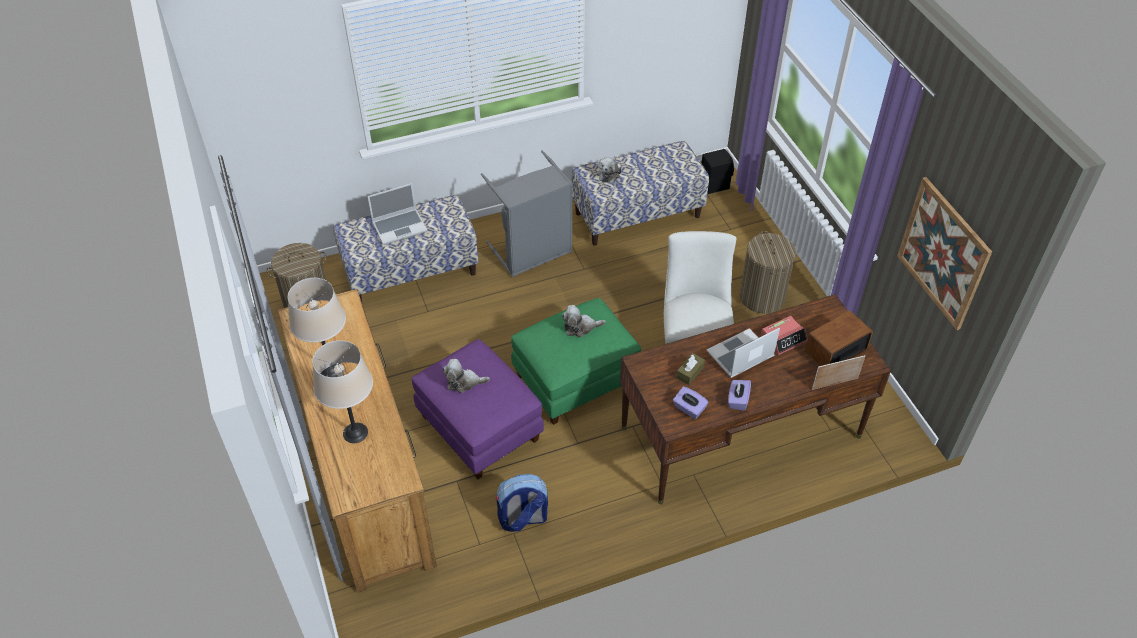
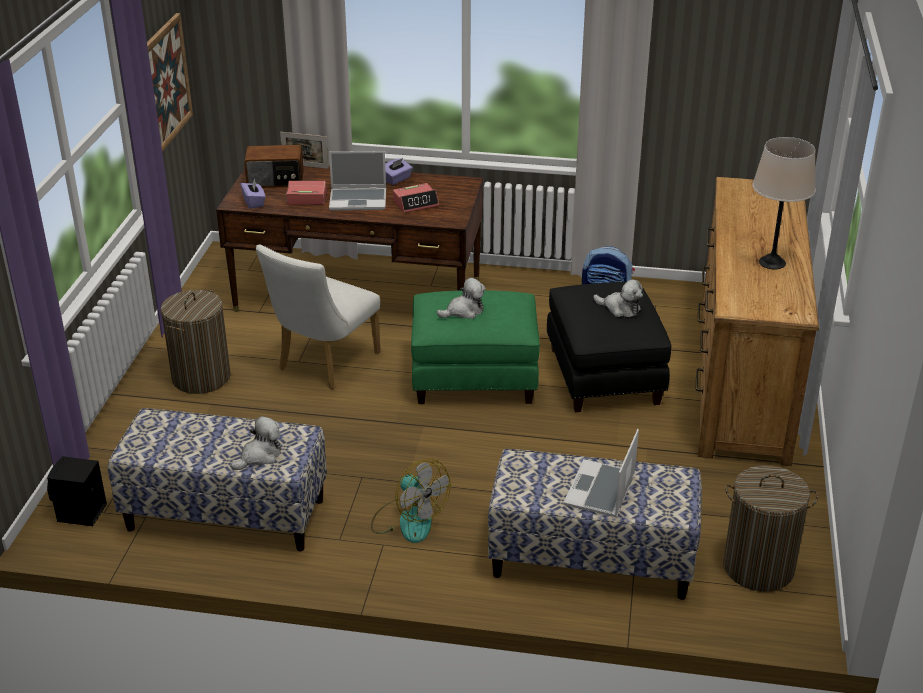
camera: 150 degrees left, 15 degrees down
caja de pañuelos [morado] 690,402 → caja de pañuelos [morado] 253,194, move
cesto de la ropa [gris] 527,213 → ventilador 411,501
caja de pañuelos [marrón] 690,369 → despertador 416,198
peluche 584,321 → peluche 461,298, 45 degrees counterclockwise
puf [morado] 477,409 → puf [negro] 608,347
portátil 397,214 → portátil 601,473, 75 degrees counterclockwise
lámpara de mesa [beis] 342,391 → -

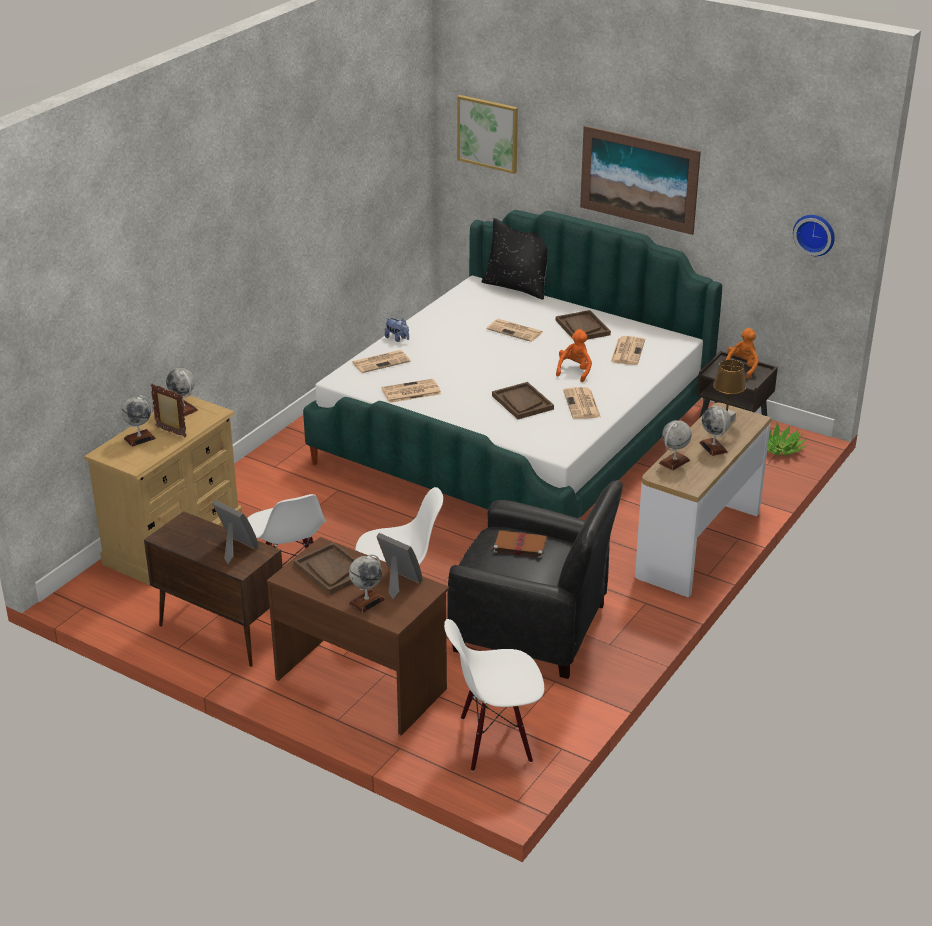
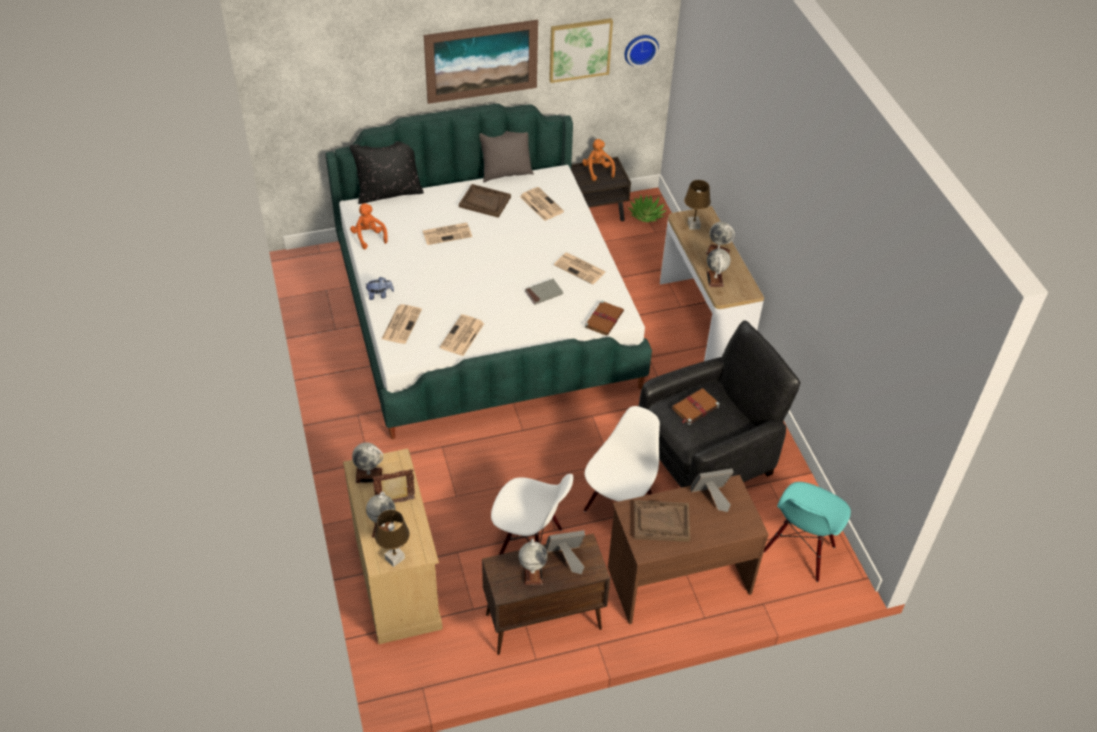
camera: 50 degrees left, 15 degrees up
peluche [naranja] 574,355 → peluche [naranja] 369,226, move
- → lámpara de mesa [marrón] 392,538
- → cojín [gris] 506,156
globo terráqueo 367,583 → globo terráqueo 533,562, move
bandeja [marrón] 523,400 → libro [gris] 544,292
cuadro 487,134 → cuadro 581,50, move
- → libro [marrón] 604,318
silla [blanco] 494,695 → silla [turquesa] 807,532

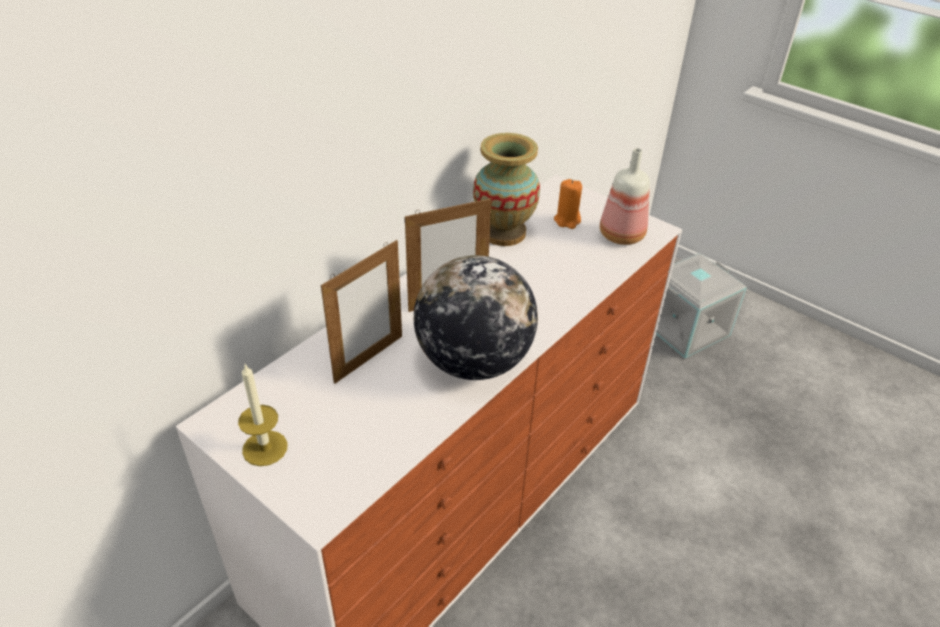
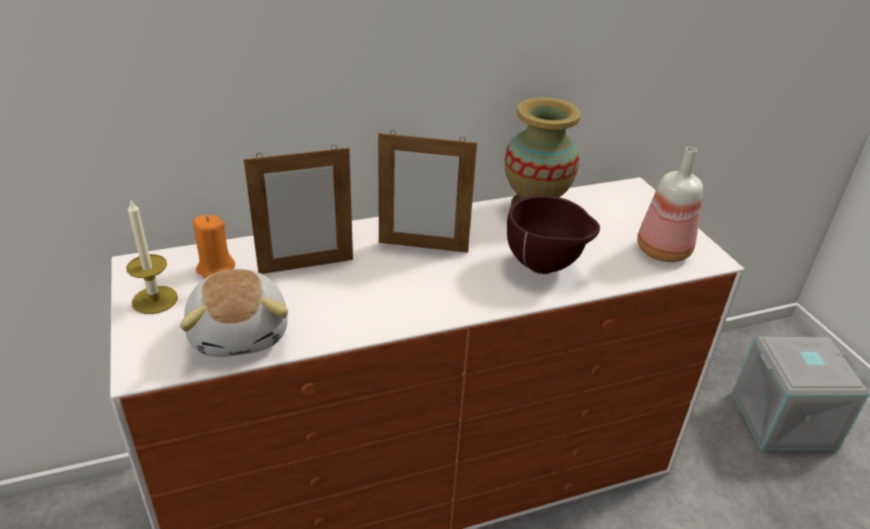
camera: 30 degrees right, 5 degrees down
- → peluche 234,313
vela [naranja] 568,204 → vela [naranja] 214,247, move
- → cuenco [marrón] 553,234
globo terráqueo 476,317 → -

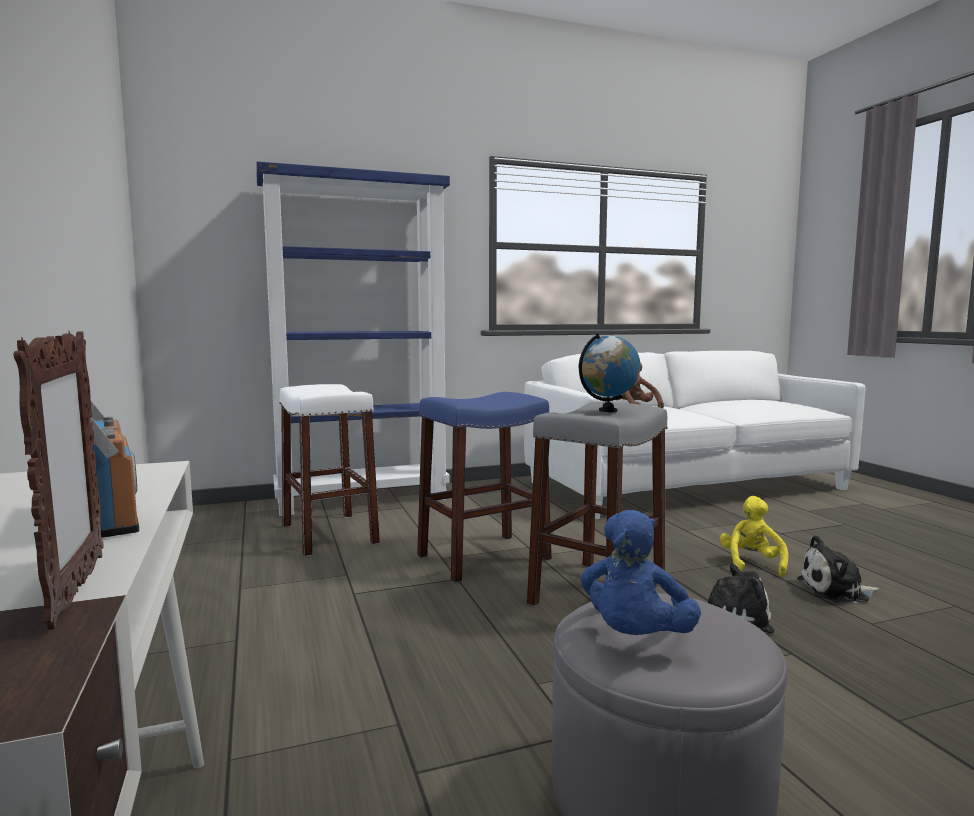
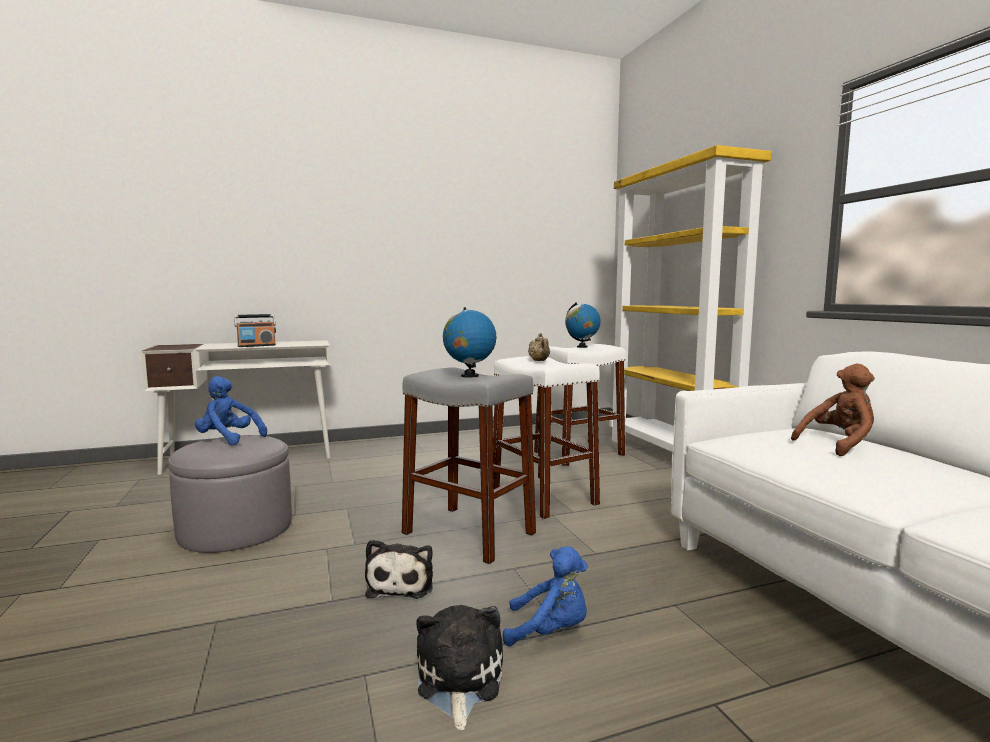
camera: 90 degrees right, 0 degrees up
taburete [azul] 484,487 → taburete [blanco] 546,437
peluche [amarillo] 754,536 → peluche [azul] 545,596
- → tetera [beis] 539,347
- → globo terráqueo 583,325
estantería [azul] 353,338 → estantería [amarillo] 690,298
portarretratos 59,480 → -

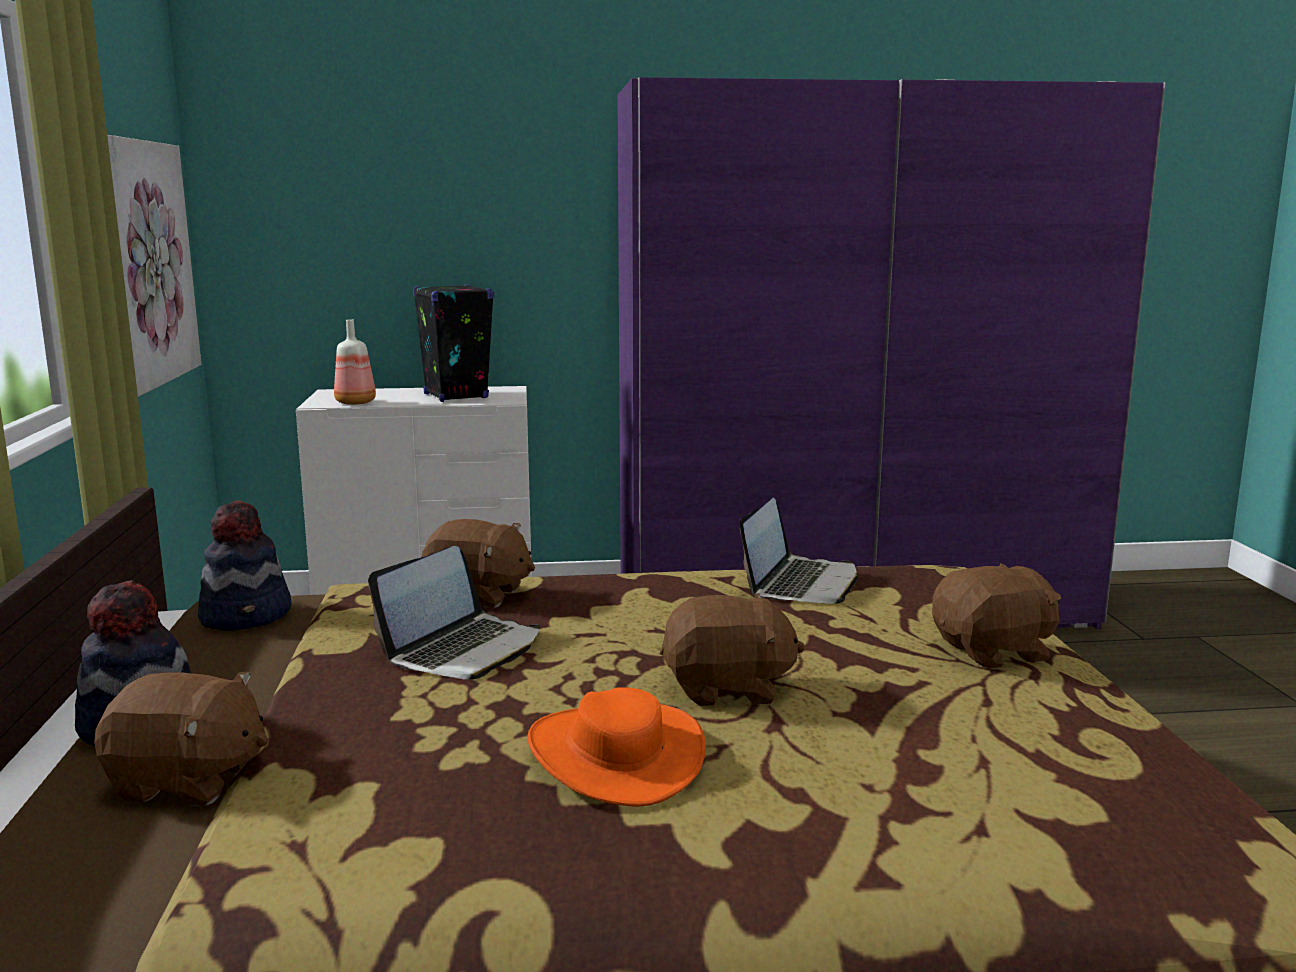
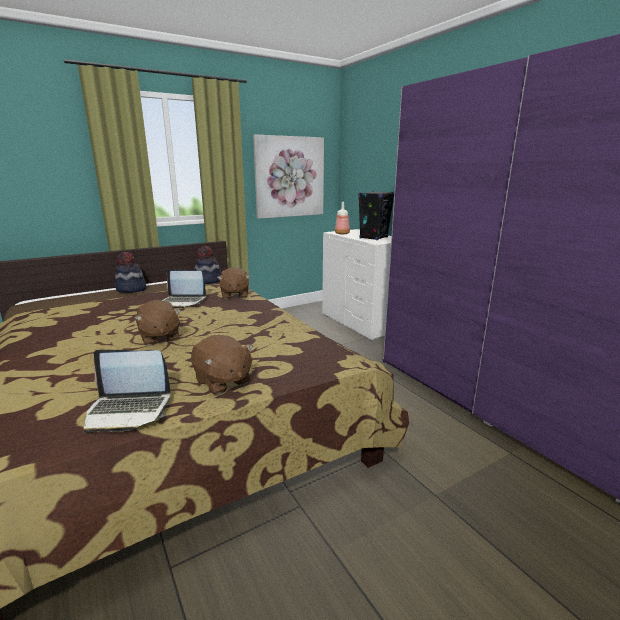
camera: 65 degrees right, 5 degrees up
portátil 798,551 → portátil 127,391, move
peluche [marrón] 181,738 → -
sombrero [naranja] 616,747 → -

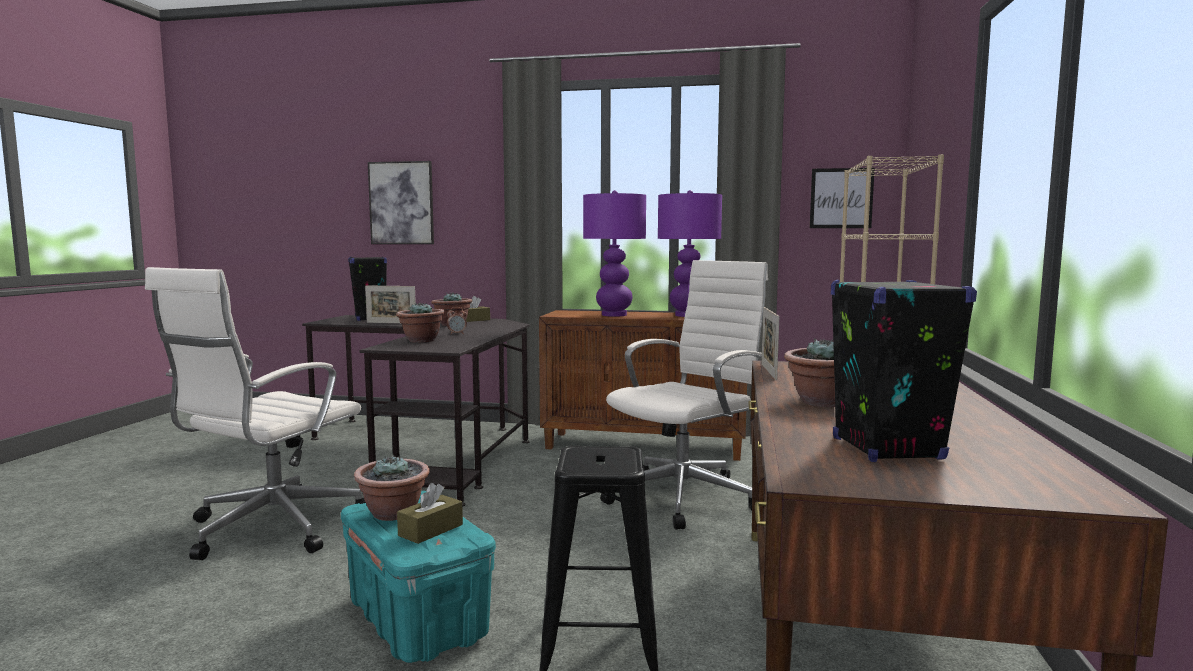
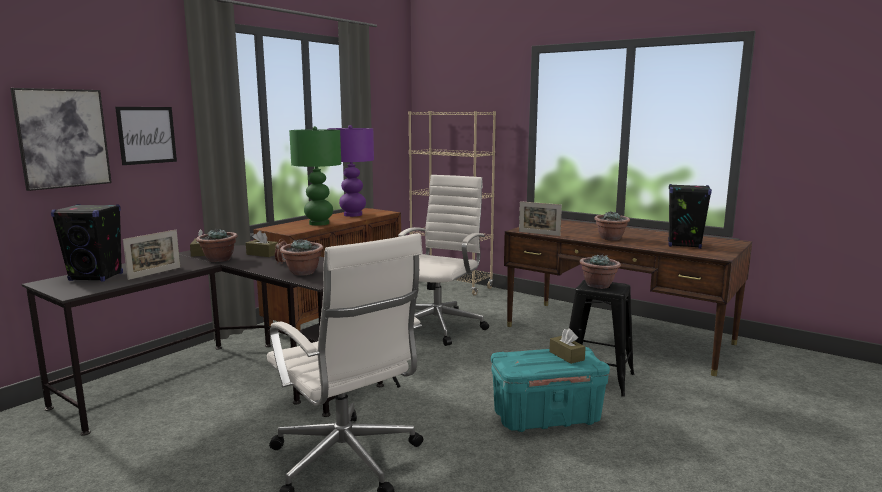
camera: 65 degrees left, 5 degrees up
cuadro 842,198 → cuadro 146,136, move
- → caja de pañuelos [marrón] 262,244
lámpara de mesa [morado] 614,253 → lámpara de mesa [verde] 315,176
silla de oficina [blanco] 684,395 → silla de oficina [blanco] 443,260, 45 degrees clockwise
planta en maceta 392,488 → planta en maceta 600,271, move

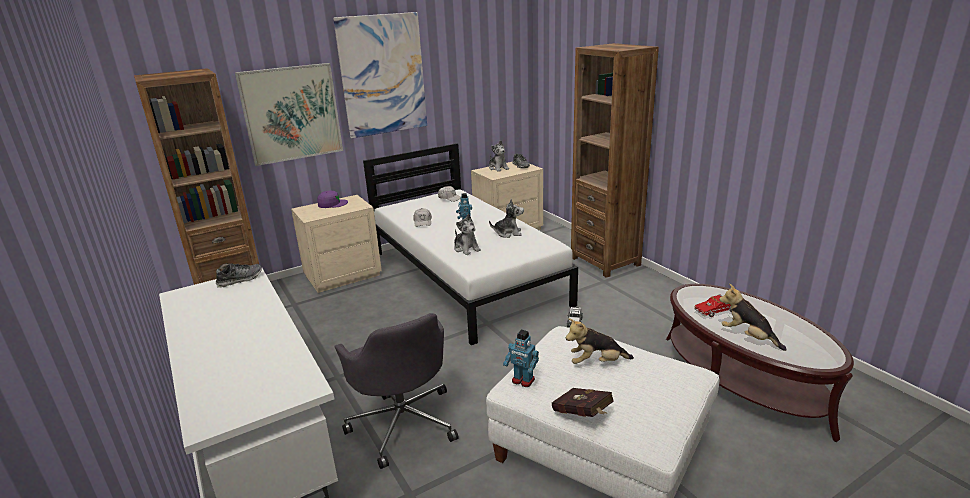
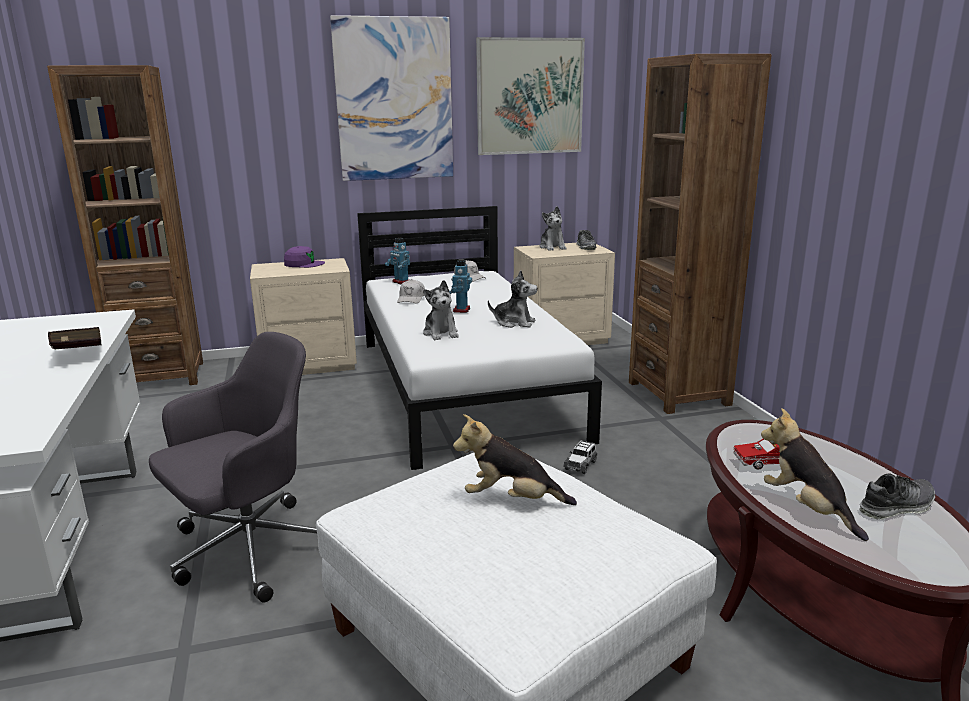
camera: 15 degrees right, 5 degrees down
libro [rojo] 583,402 → libro [rojo] 75,338, move
silla de oficina [gris] 396,391 → silla de oficina [gris] 233,467, 120 degrees counterclockwise
robot de juguete 521,358 → robot de juguete 397,261, move
cuadro 289,114 → cuadro 530,96, move
zapato 239,275 → zapato 897,496, move

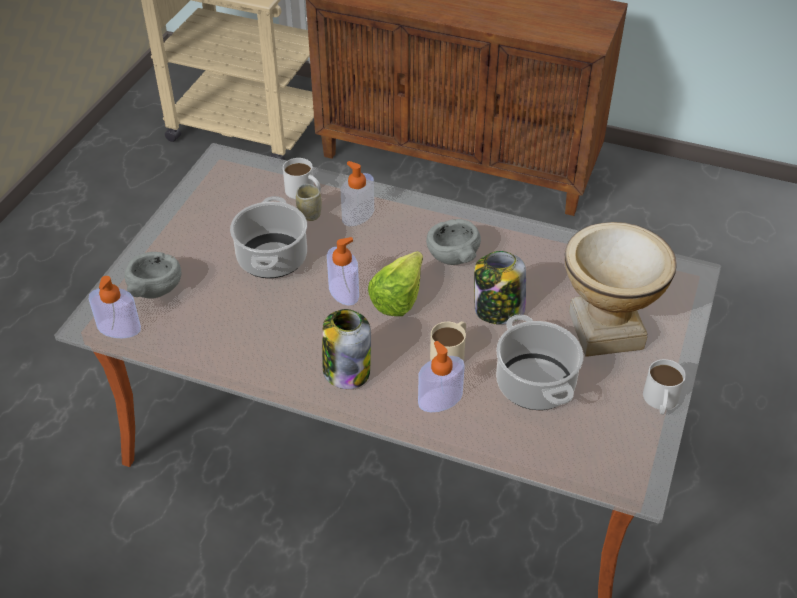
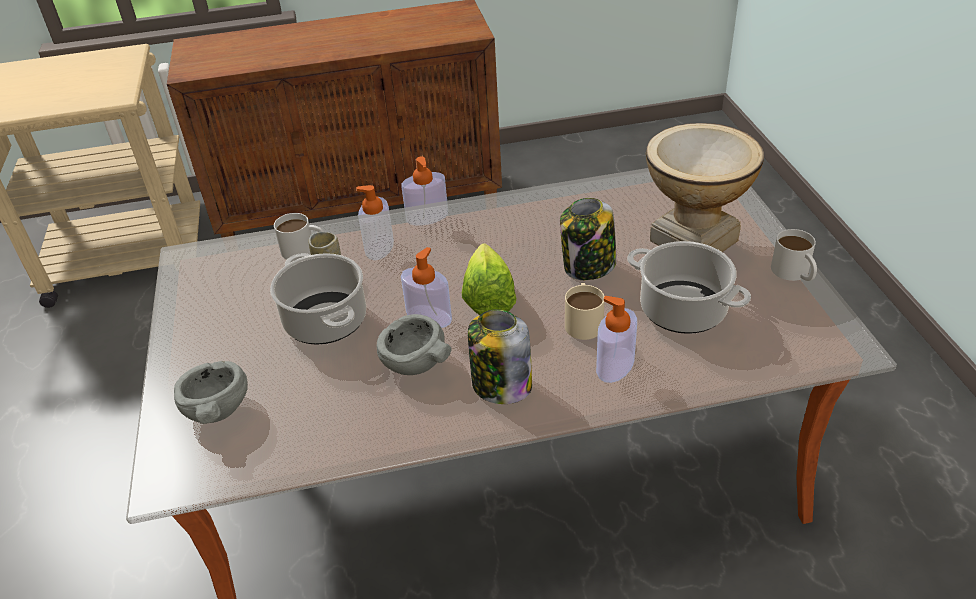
camera: 30 degrees left, 5 degrees down
cuenco [gris] 453,242 → cuenco [gris] 414,344, move
dispensador de jabón 115,307 → dispensador de jabón 424,191, move

